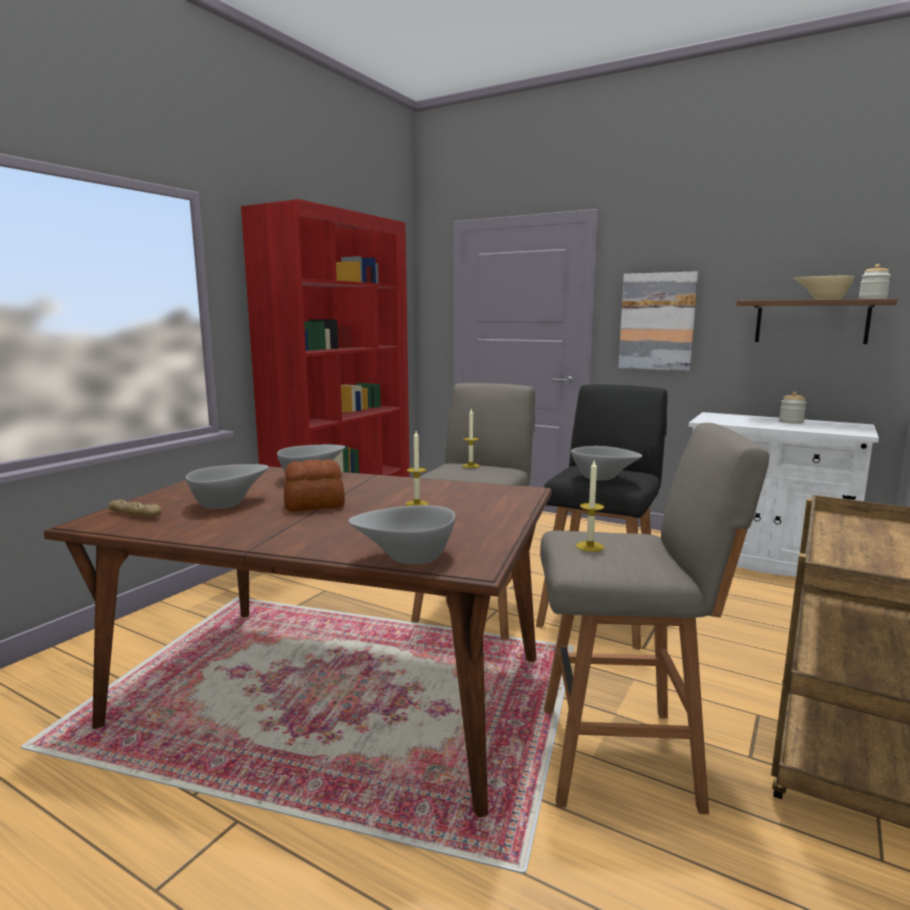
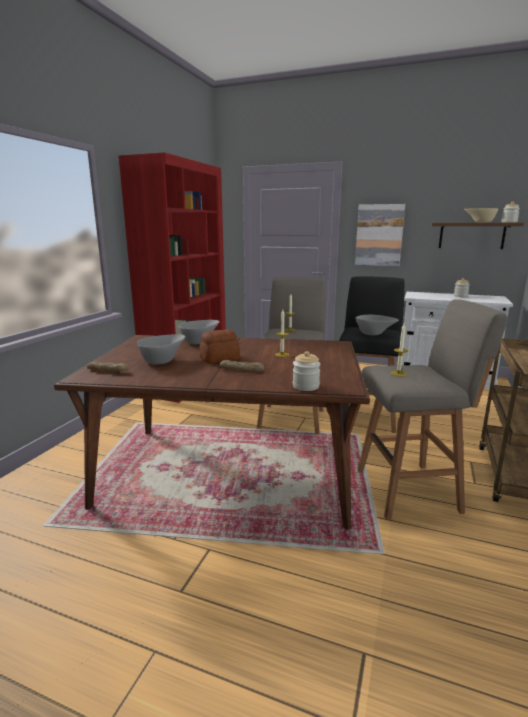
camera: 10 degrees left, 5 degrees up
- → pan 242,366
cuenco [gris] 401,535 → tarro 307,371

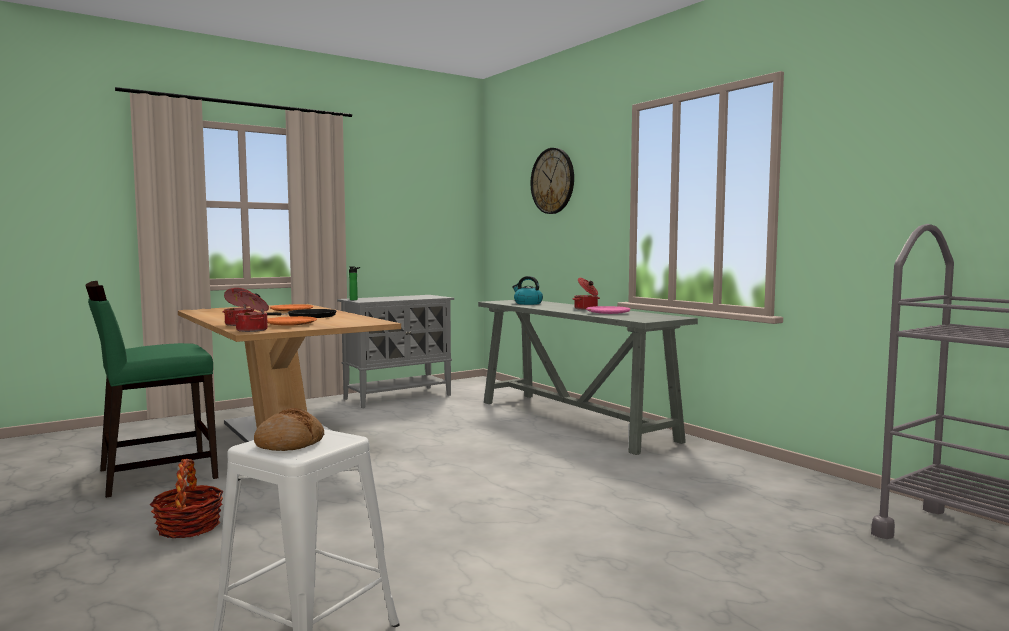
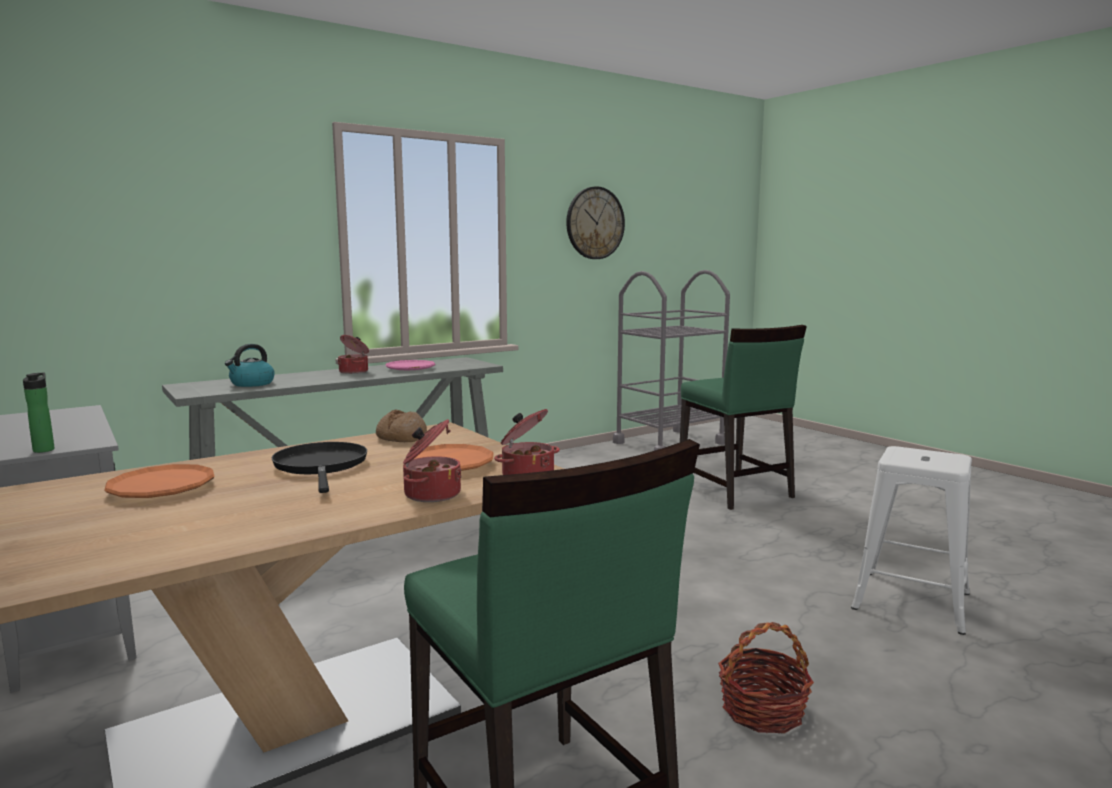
camera: 90 degrees left, 5 degrees up
pan 289,429 → pan 401,426, move
reloj de pared 552,181 → reloj de pared 595,222, move
- → silla [verde] 743,417

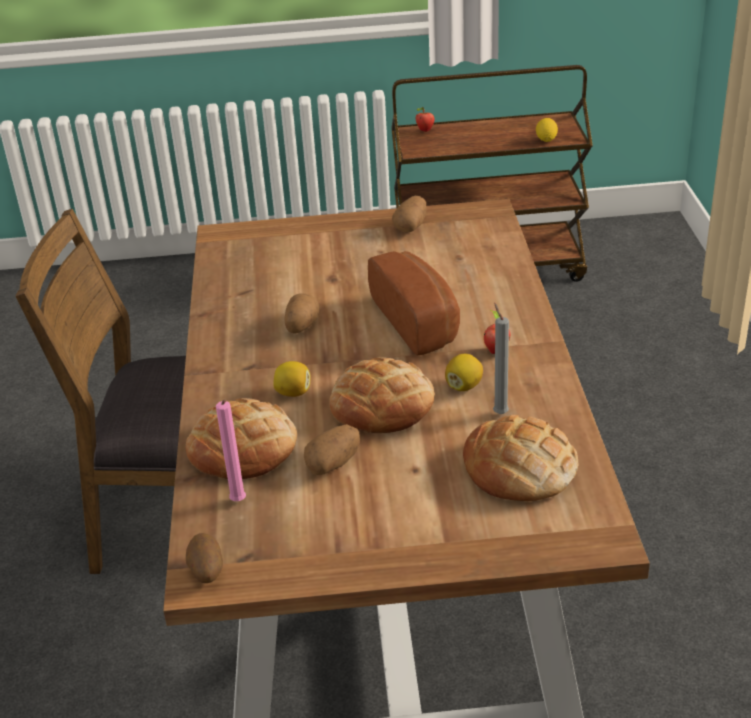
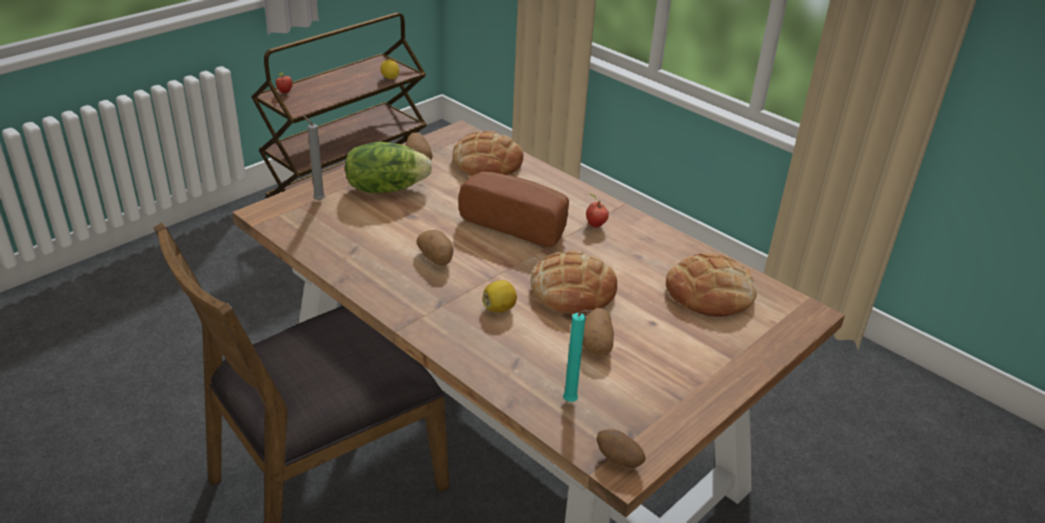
camera: 45 degrees left, 0 degrees up
vela [gris] 501,358 → vela [gris] 314,158, move
- → lechuga 388,167
pan 241,438 → pan 488,153, move
vela [rosa] 231,450 → vela [turquesa] 577,356
limón 464,372 → -

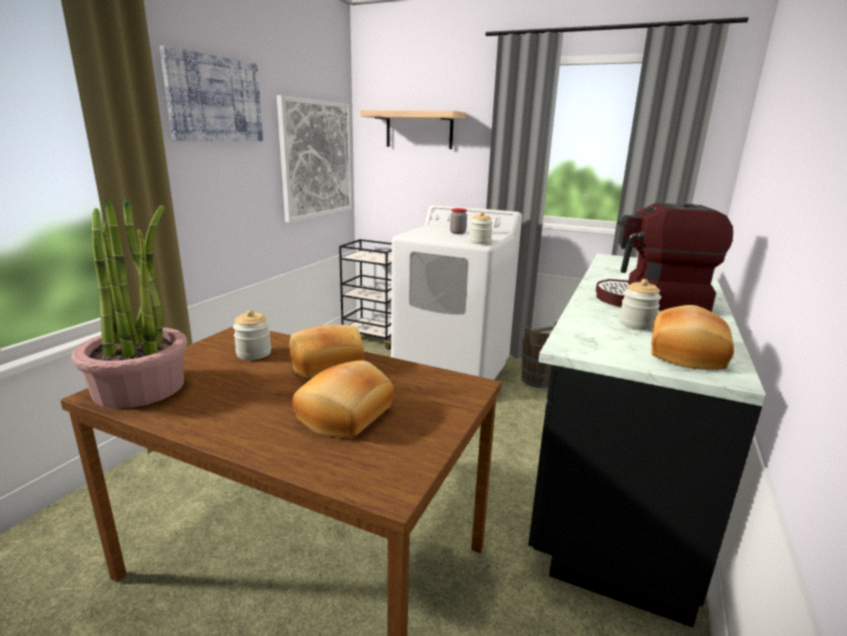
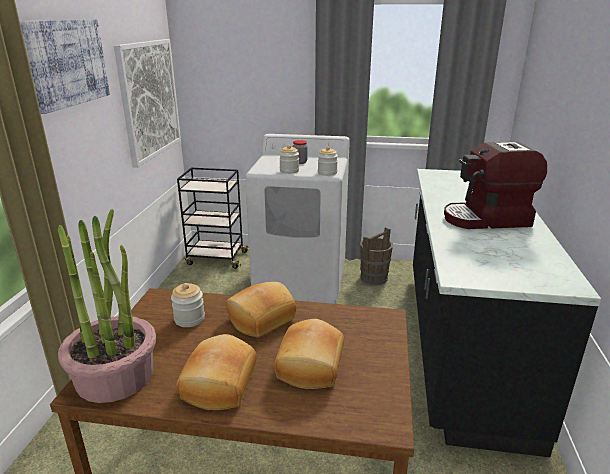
camera: 15 degrees left, 5 degrees up
pan 692,337 → pan 216,372, move
tarro 640,304 → tarro 289,159, move
estante 413,129 → -

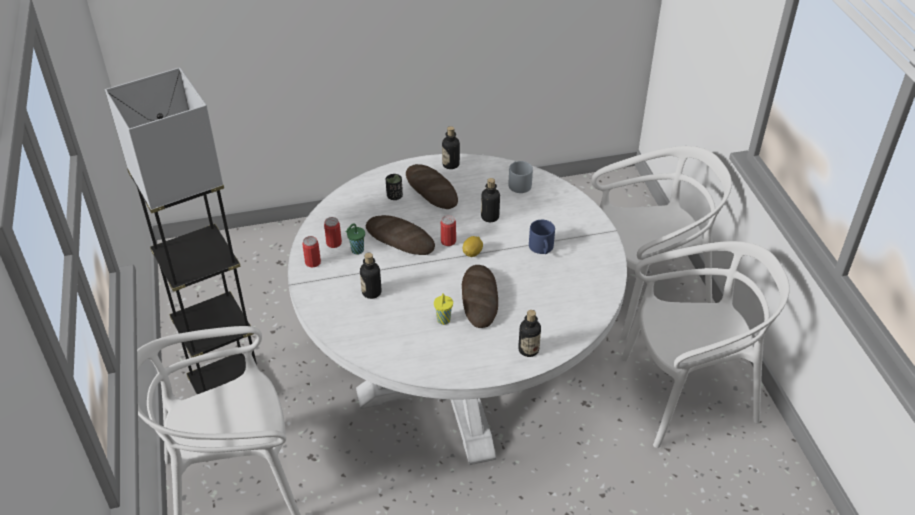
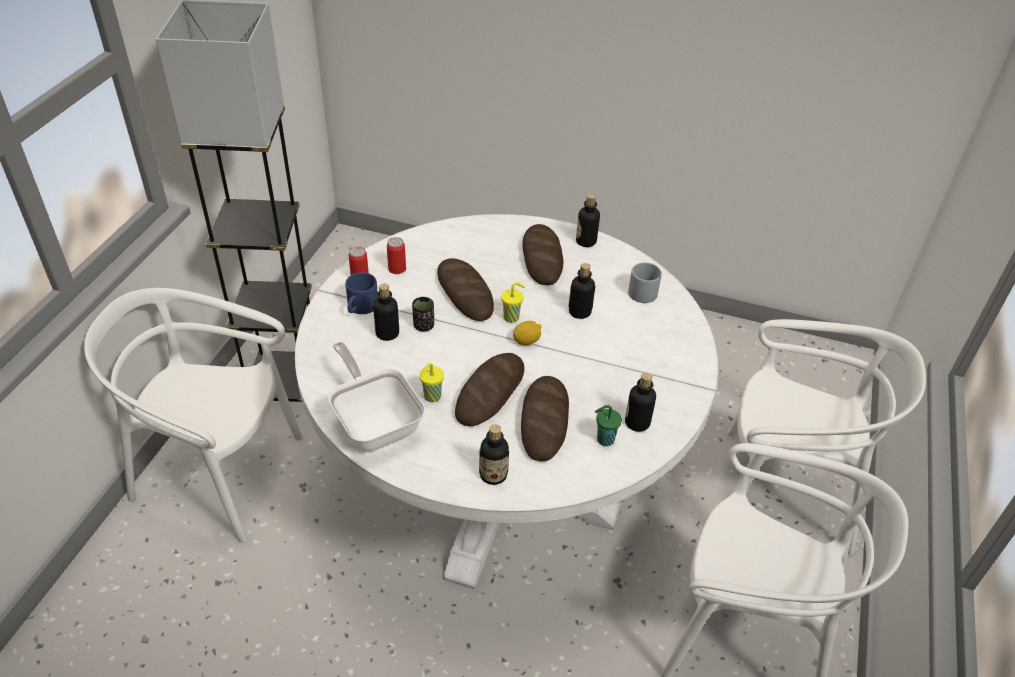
camera: 30 degrees right, 0 degrees up
- → sartén 376,396
taza grande [azul] 542,237 → taza grande [azul] 361,293, move
taza [negro] 394,187 → taza [negro] 423,314, move
lata 448,230 → taza [amarillo] 513,302
- → pan 545,418
taza [verde] 355,238 → taza [verde] 608,425, move
- → botella 640,402

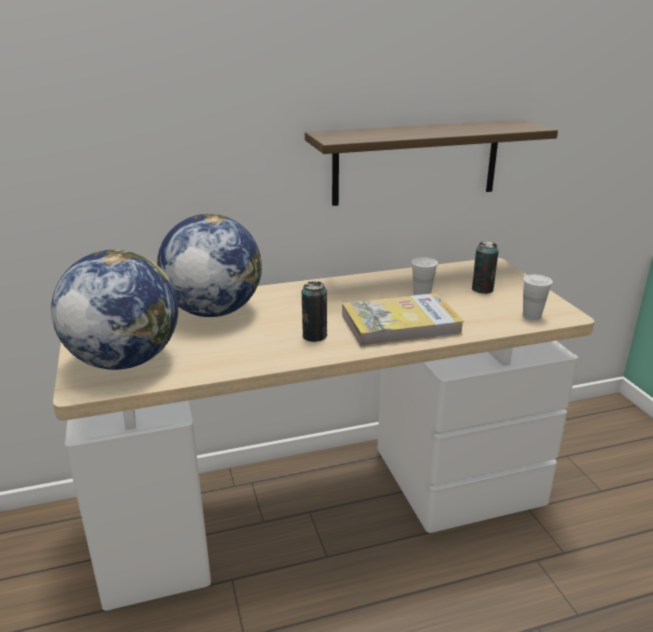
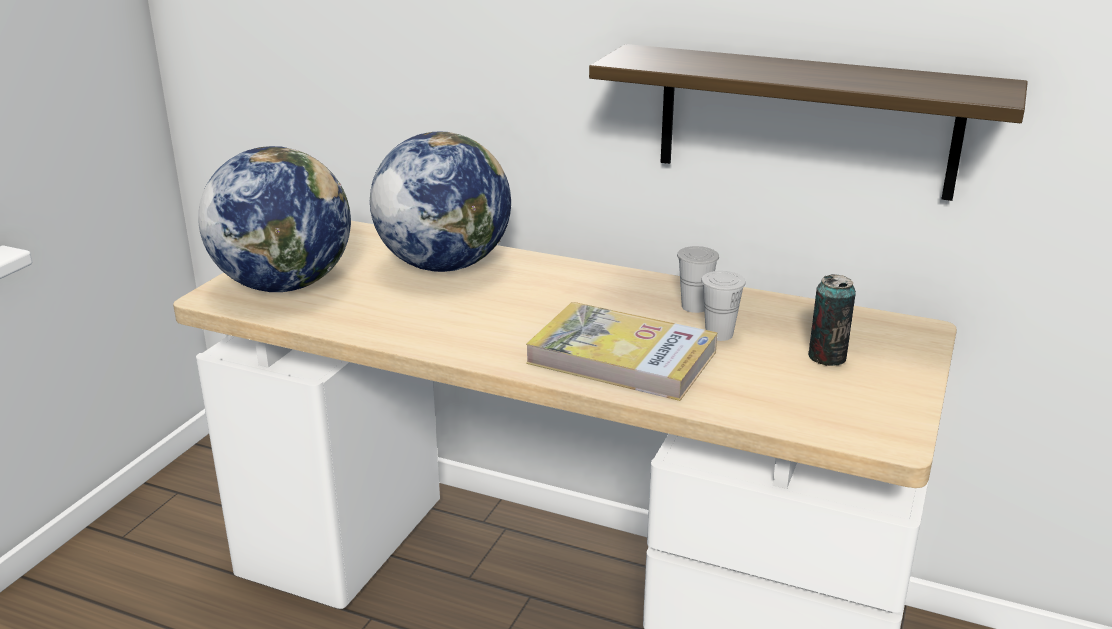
camera: 40 degrees right, 0 degrees up
taza [blanco] 538,297 → taza [blanco] 698,279, move
lata 314,311 → -

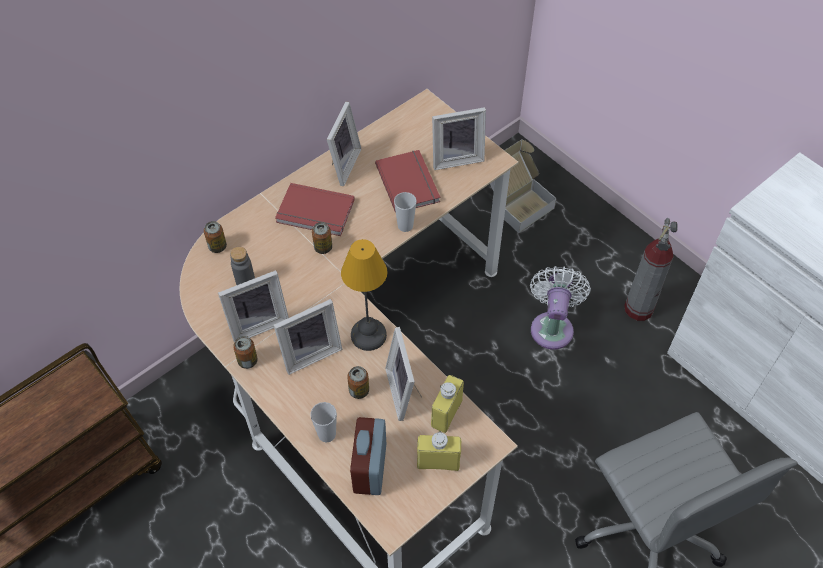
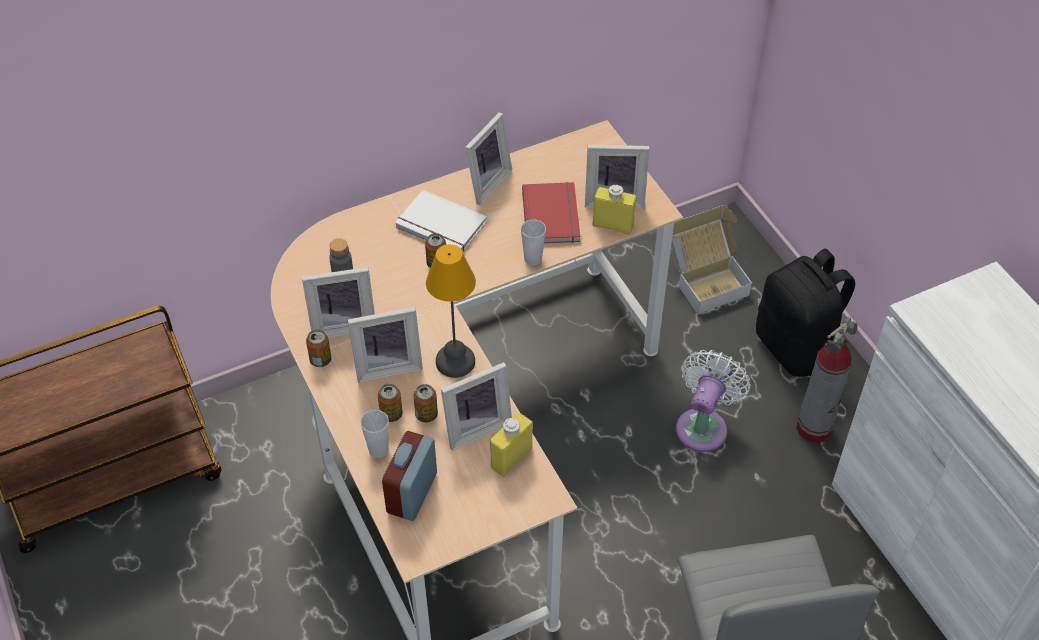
camera: 15 degrees right, 5 degrees down
lata 215,237 → lata 390,403, move
libro [rojo] 315,209 → libro [blanco] 441,221
portarretratos 403,374 → portarretratos 476,406, 120 degrees counterclockwise
botella [amarillo] 439,451 → botella [amarillo] 614,209, move
- → mochila [negro] 805,313

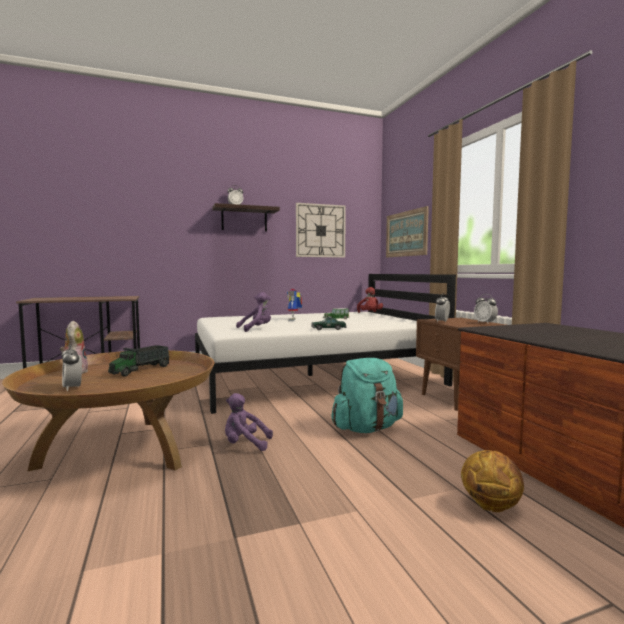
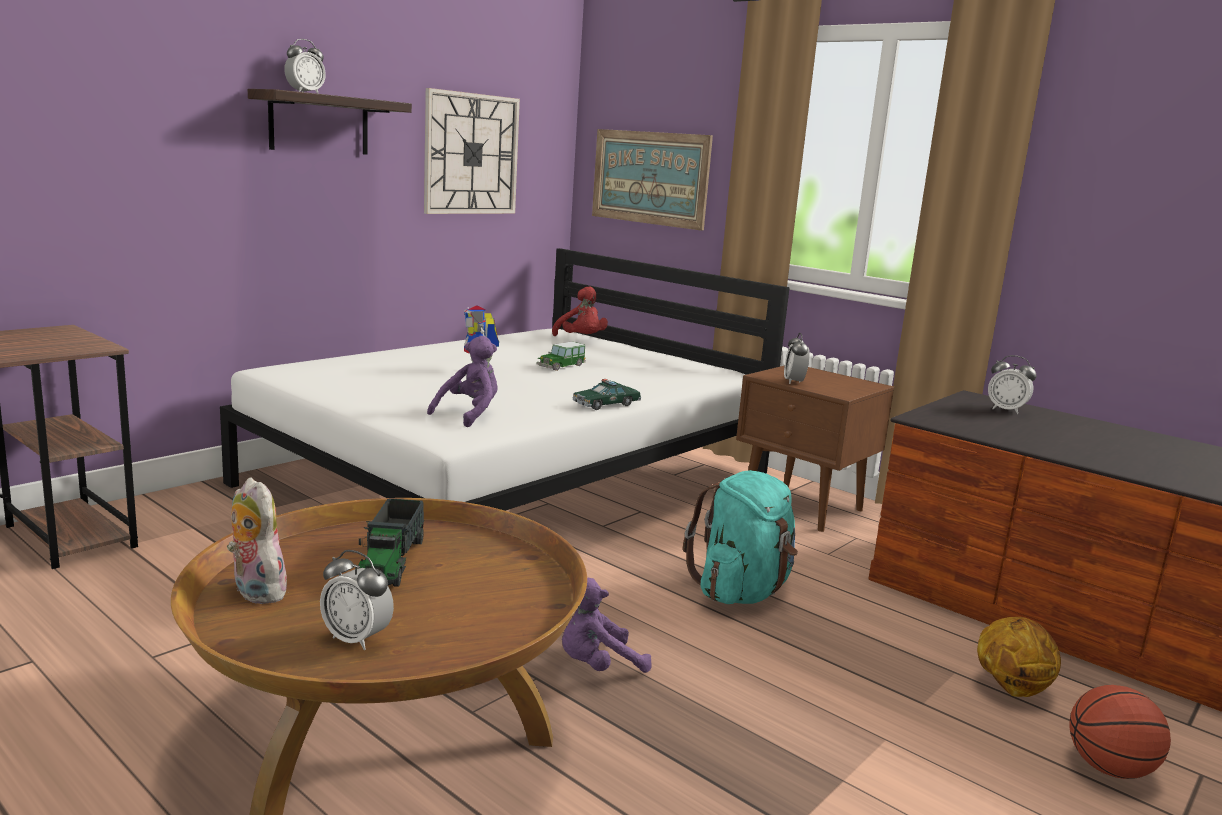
camera: 30 degrees left, 10 degrees up
despertador 486,308 → despertador 1012,384, move
- → balón de baloncesto 1120,732

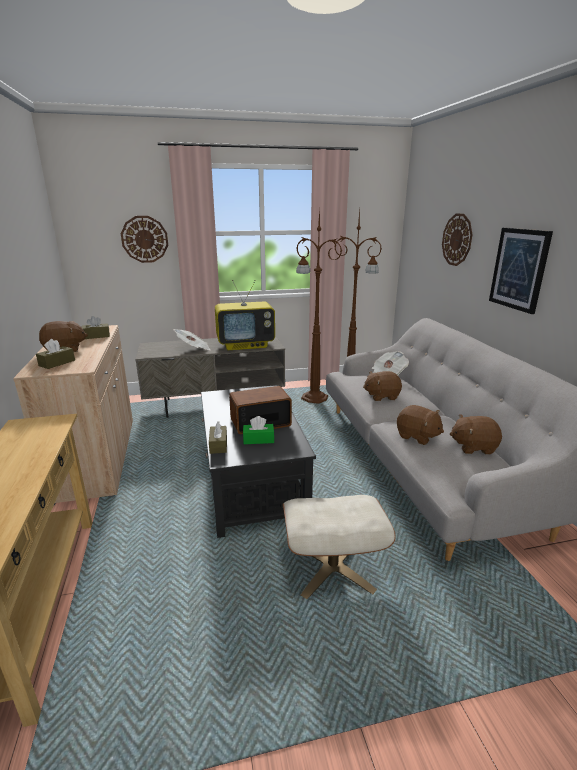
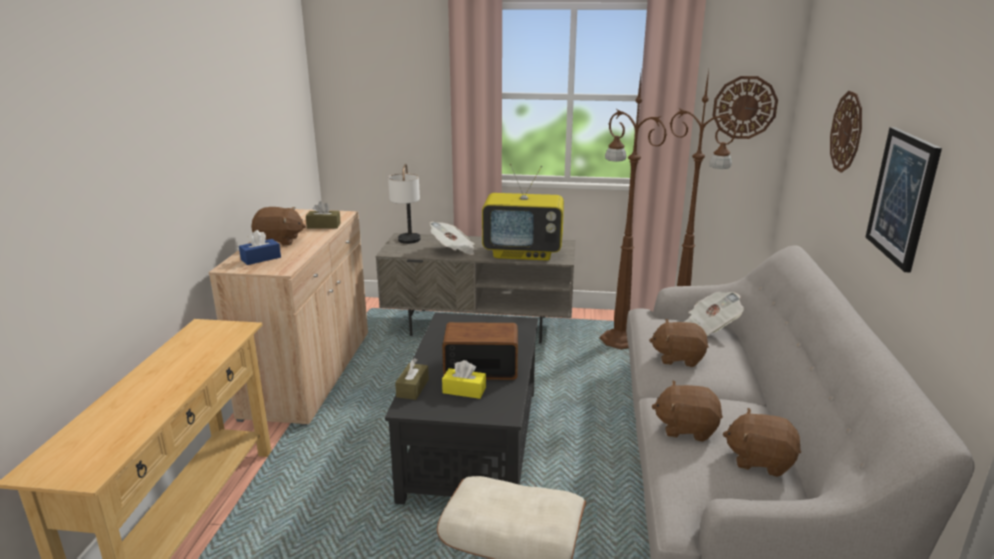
camera: 20 degrees right, 0 degrees up
caja de pañuelos [marrón] 55,354 → caja de pañuelos [azul] 260,247
- → lámpara de mesa 404,204
caja de pañuelos [verde] 258,430 → caja de pañuelos [amarillo] 464,379
peluche [marrón] 420,425 → peluche [marrón] 687,411, 135 degrees clockwise
reloj de pared 144,239 → reloj de pared 745,107, move

